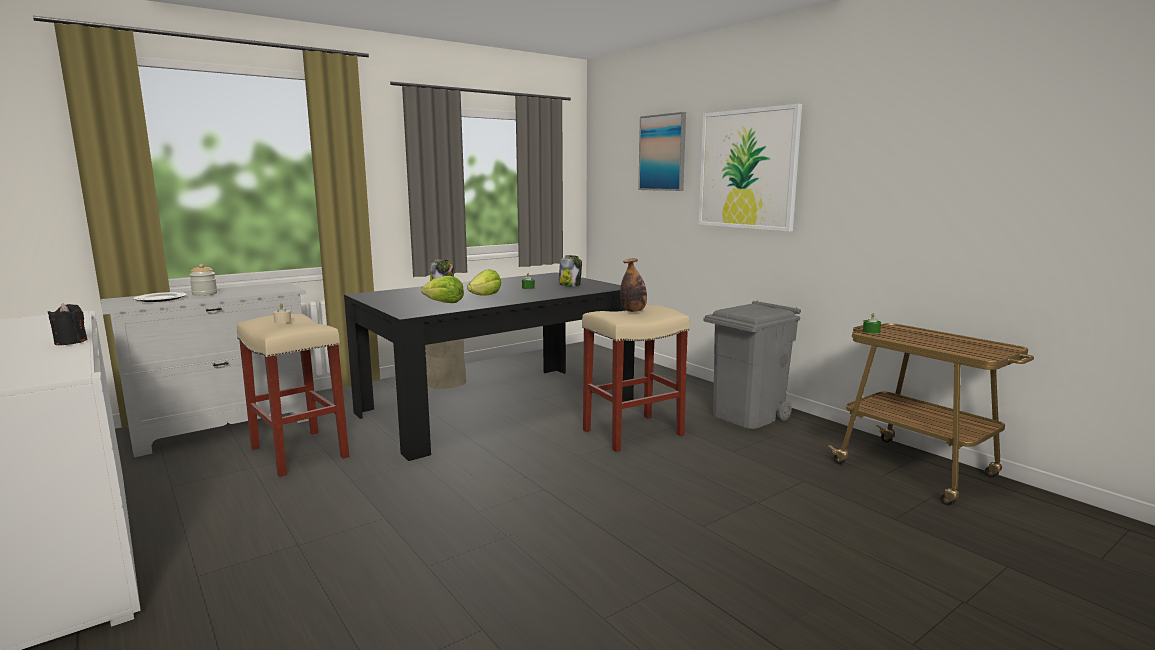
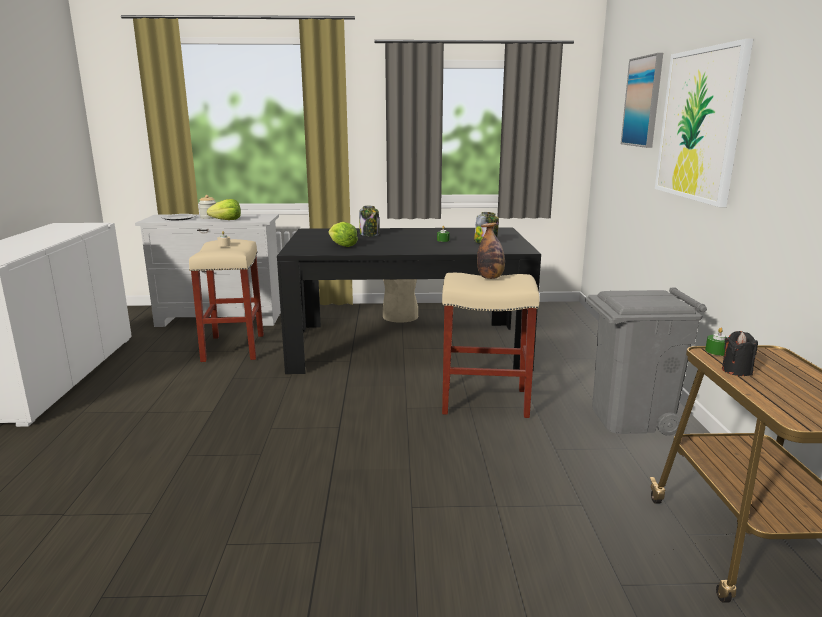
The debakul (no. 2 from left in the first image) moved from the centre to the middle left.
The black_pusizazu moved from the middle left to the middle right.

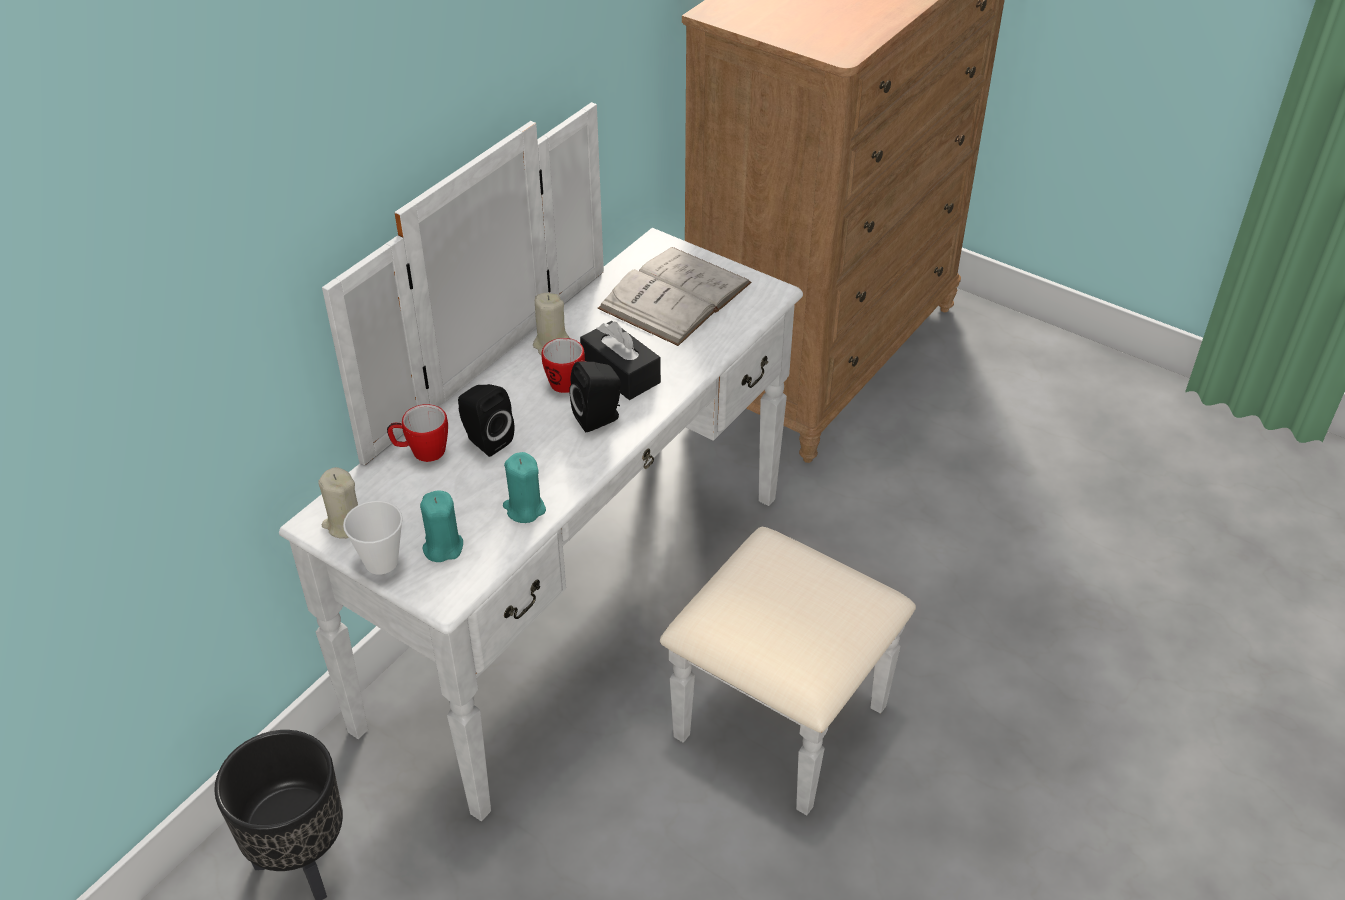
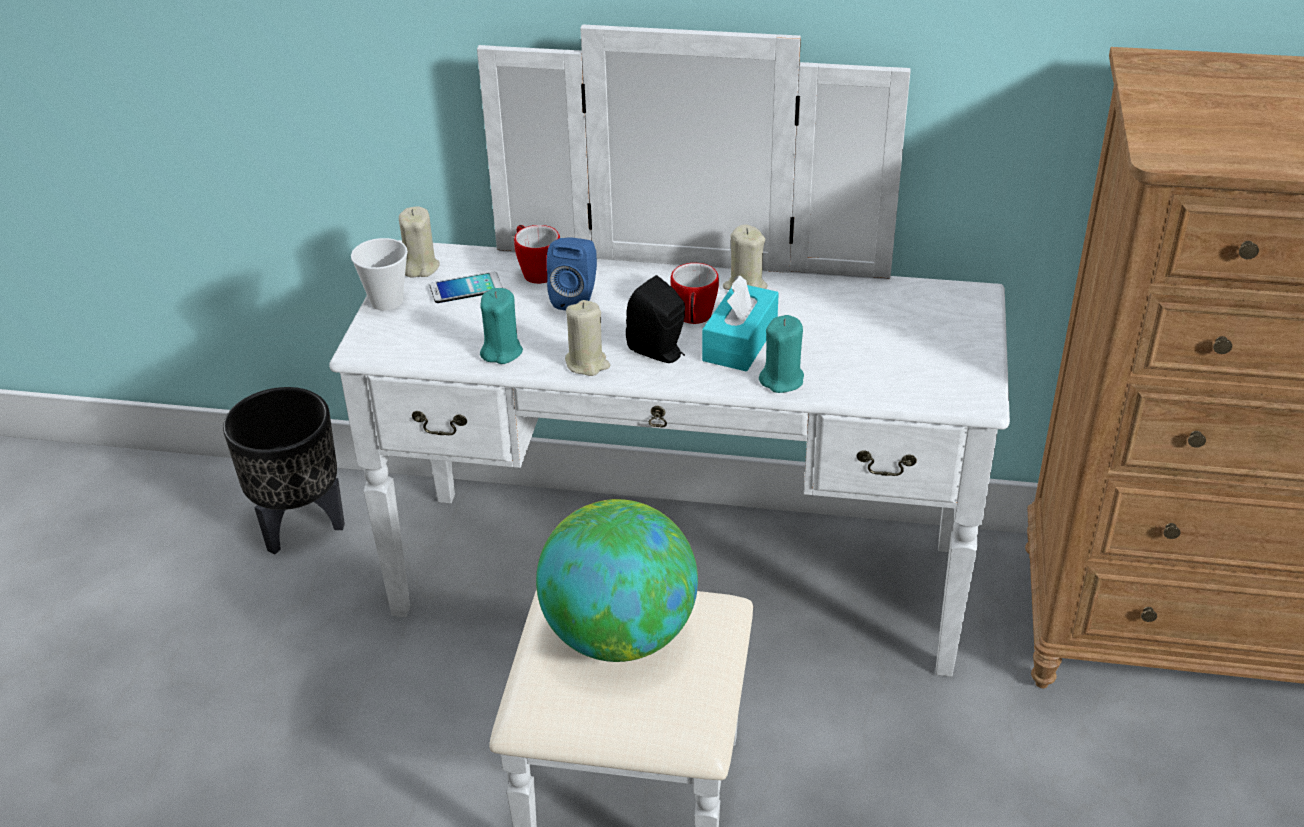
The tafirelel at the centre appeared.
The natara at the bottom centre appeared.
The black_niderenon (no. 1 from left) at the centre became the blue_niderenon at the top centre.
The beige_pusizazu (no. 2 from left) at the centre appeared.
The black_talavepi at the centre became the turquoise_talavepi at the centre.
The turquoise_pusizazu (no. 1 from left in the first image) moved from the middle left to the centre.
The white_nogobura at the top centre disappeared.

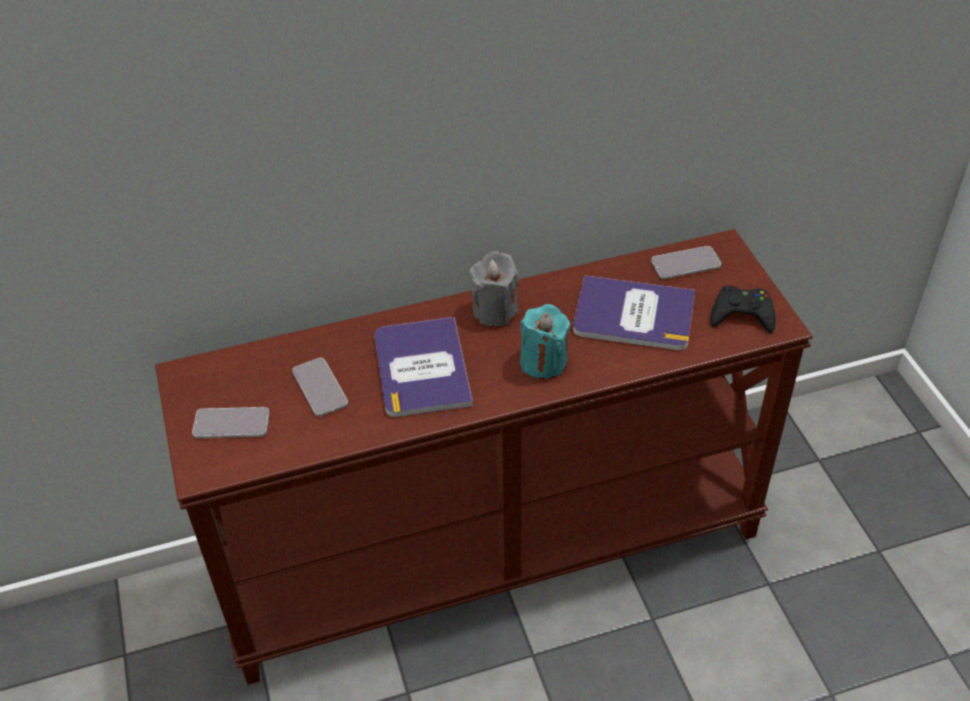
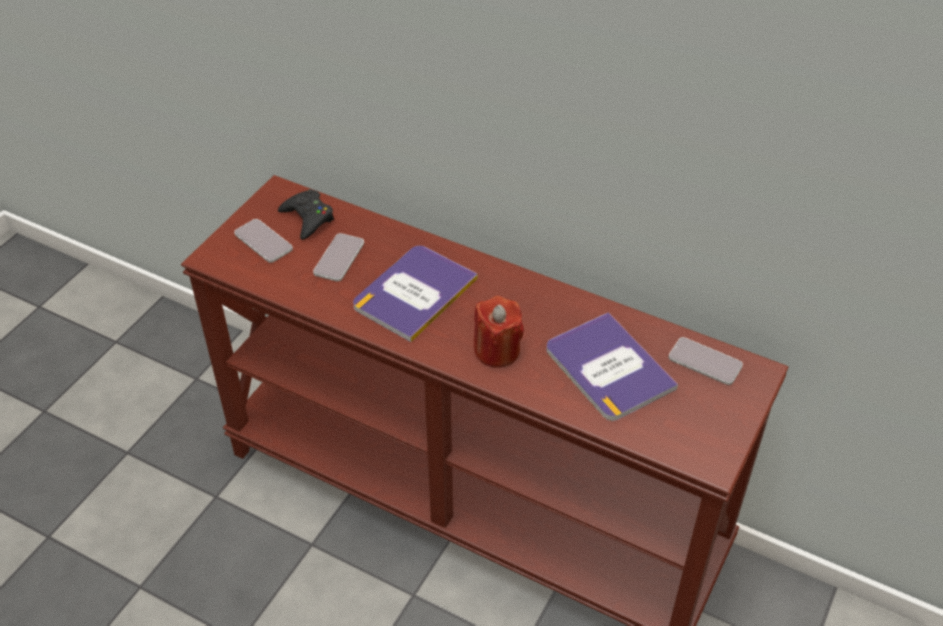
The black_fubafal moved from the middle right to the middle left.
The turquoise_pusizazu at the centre became the red_pusizazu at the centre.
The grey_pusizazu at the centre disappeared.

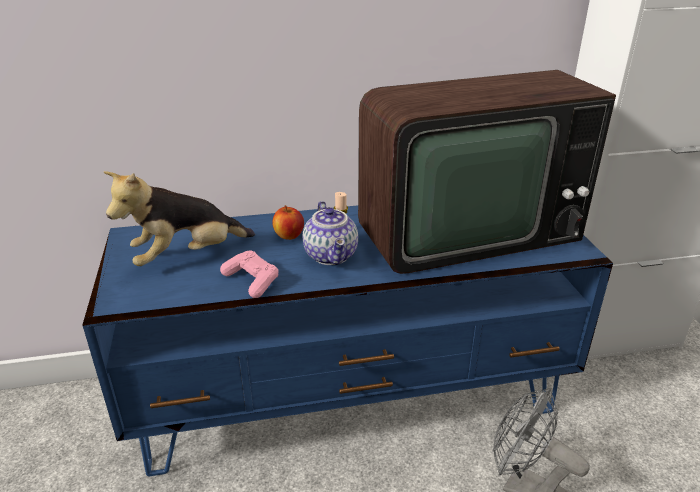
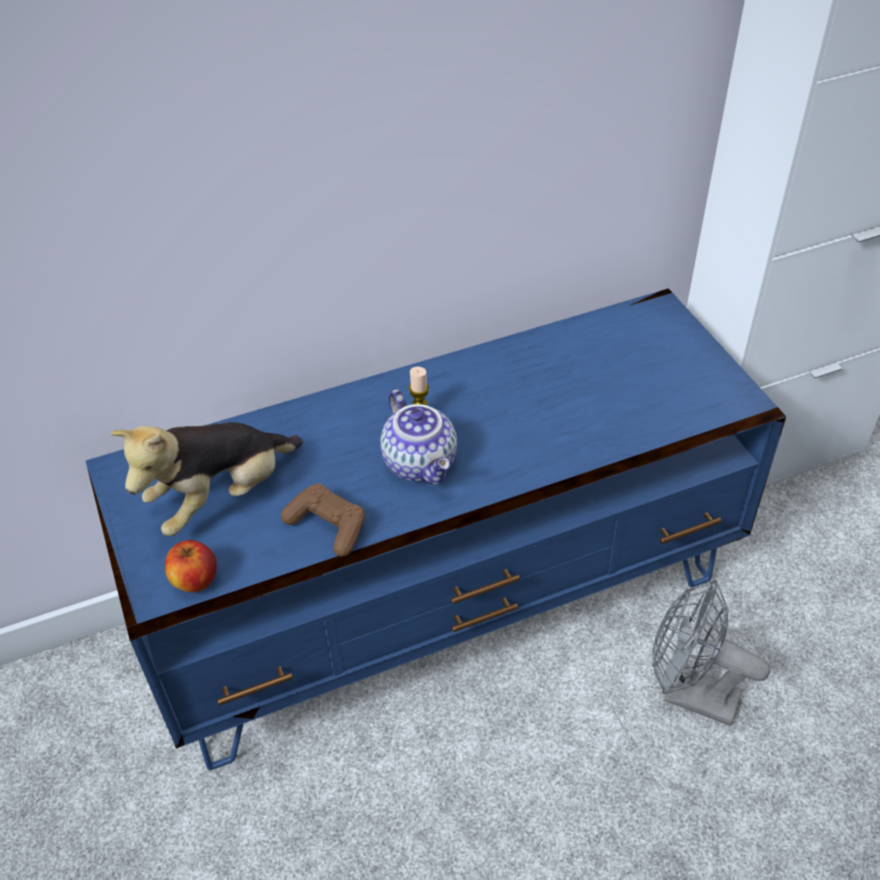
The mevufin moved from the centre to the middle left.
The pink_fubafal at the centre became the brown_fubafal at the centre.
The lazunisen at the middle right disappeared.

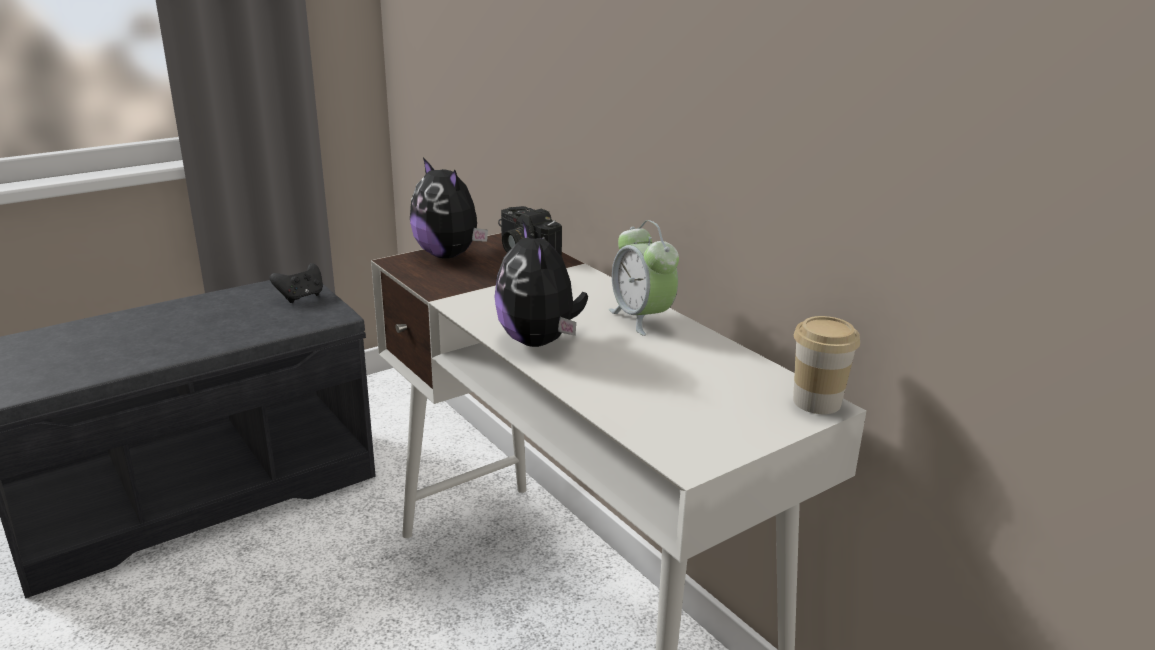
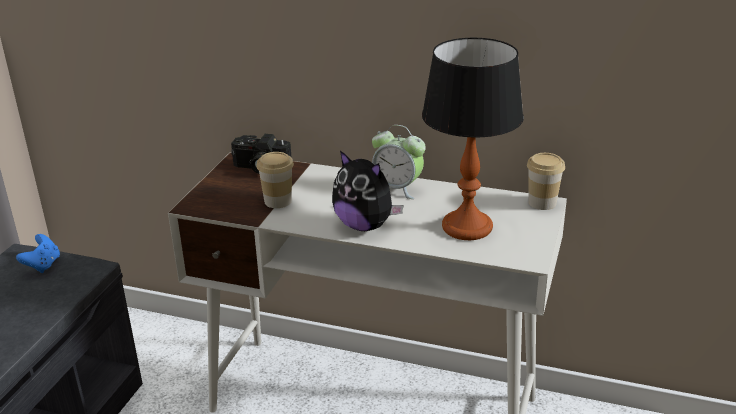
The black_fubafal at the middle left became the blue_fubafal at the middle left.
The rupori (no. 1 from left) at the centre appeared.
The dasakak at the centre appeared.
The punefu (no. 1 from left) at the top centre disappeared.

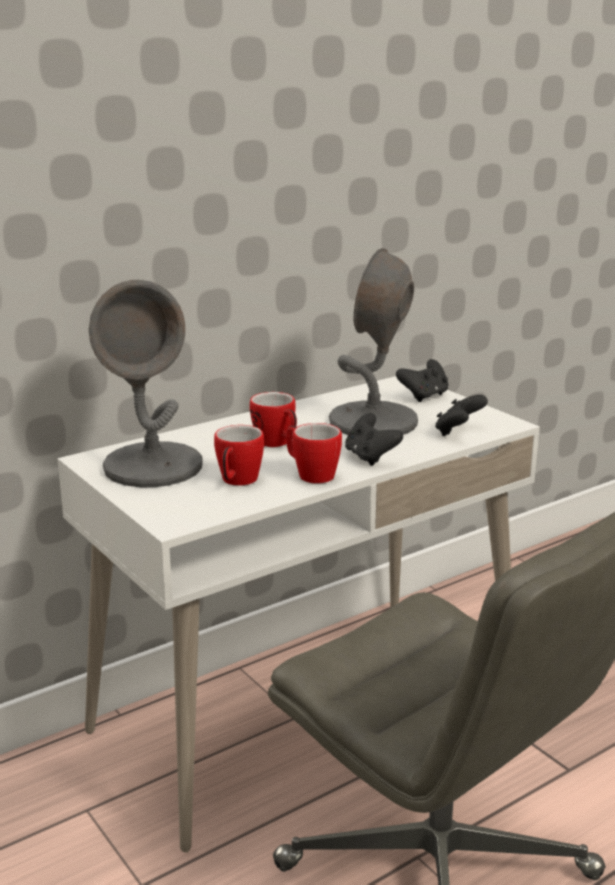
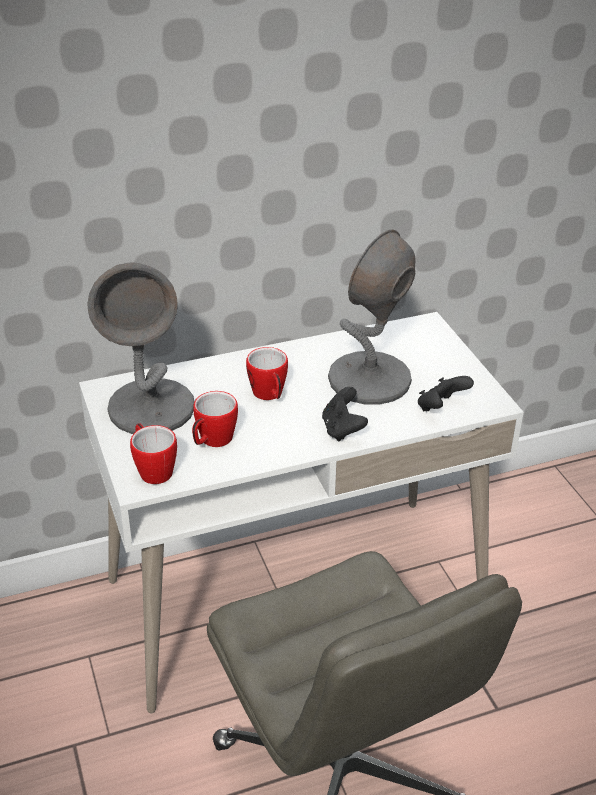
The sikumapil (no. 3 from left in the first image) moved from the centre to the middle left.
The black_fubafal (no. 2 from left) at the middle right disappeared.

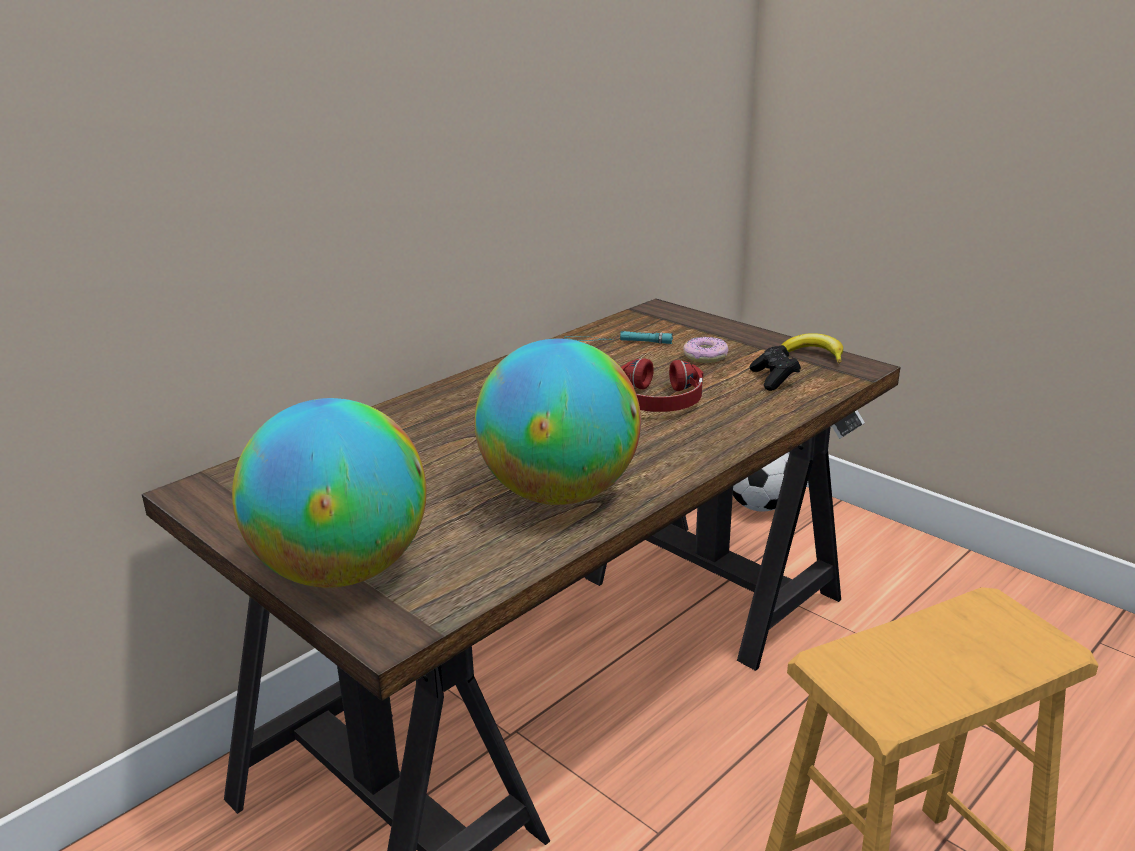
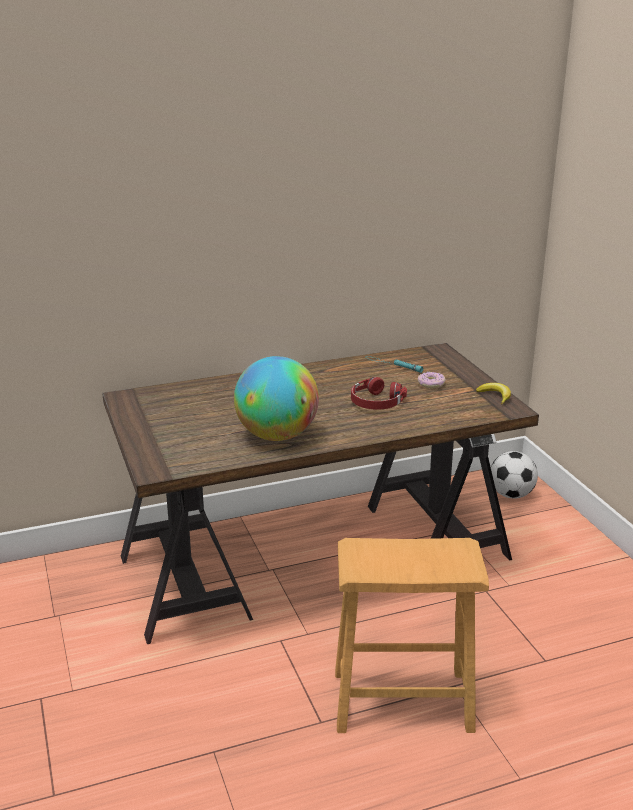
The natara (no. 1 from left) at the middle left disappeared.
The black_fubafal at the middle right disappeared.

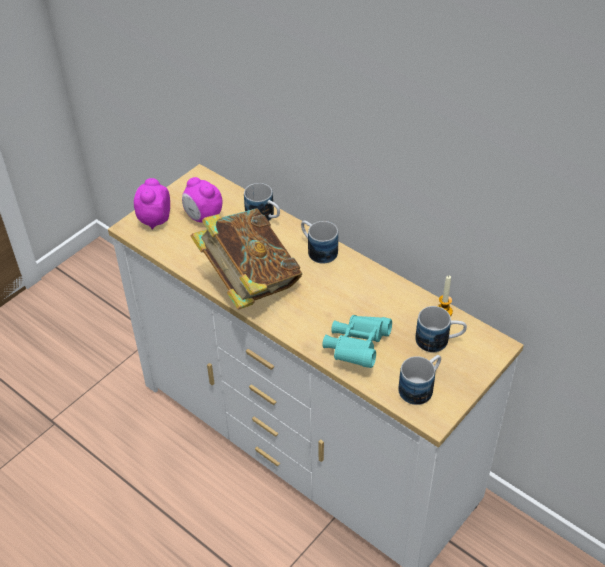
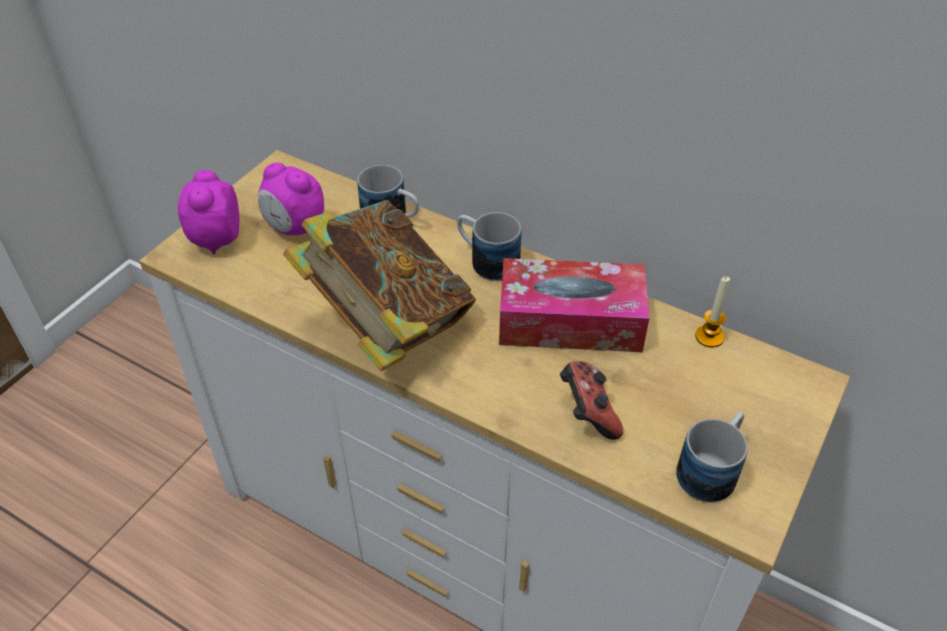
The talavepi at the centre appeared.
The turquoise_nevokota at the centre was replaced by the fubafal at the centre.
The sikumapil (no. 4 from left) at the middle right disappeared.

